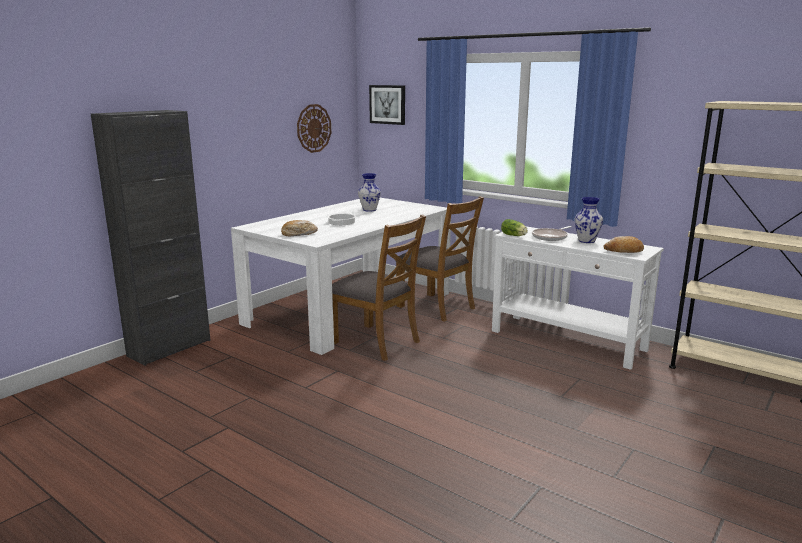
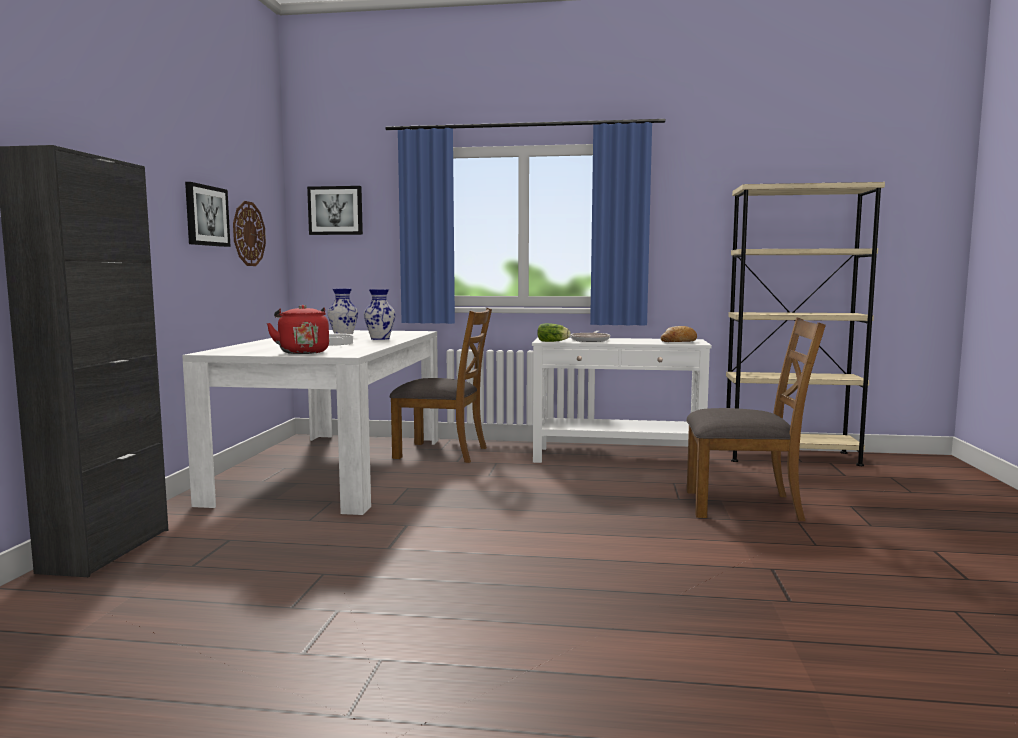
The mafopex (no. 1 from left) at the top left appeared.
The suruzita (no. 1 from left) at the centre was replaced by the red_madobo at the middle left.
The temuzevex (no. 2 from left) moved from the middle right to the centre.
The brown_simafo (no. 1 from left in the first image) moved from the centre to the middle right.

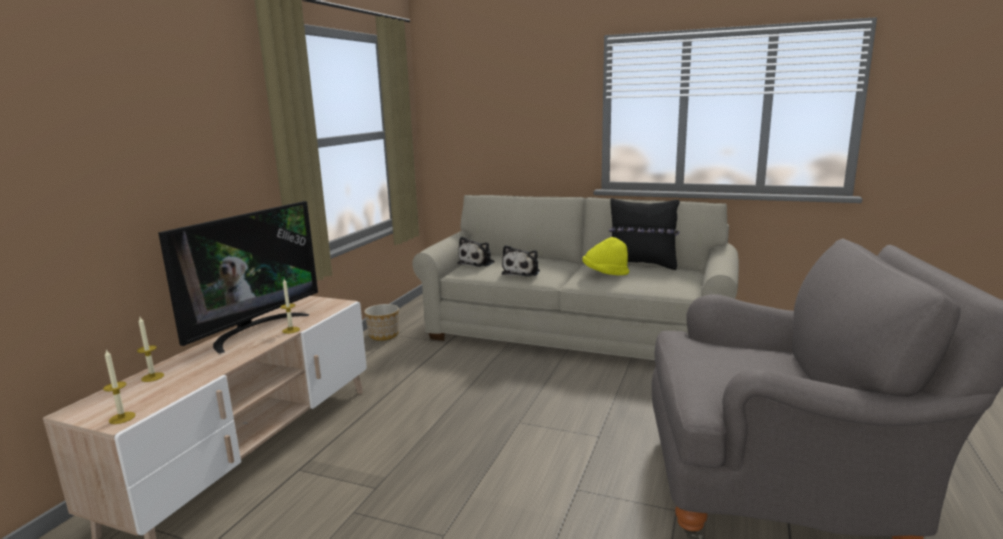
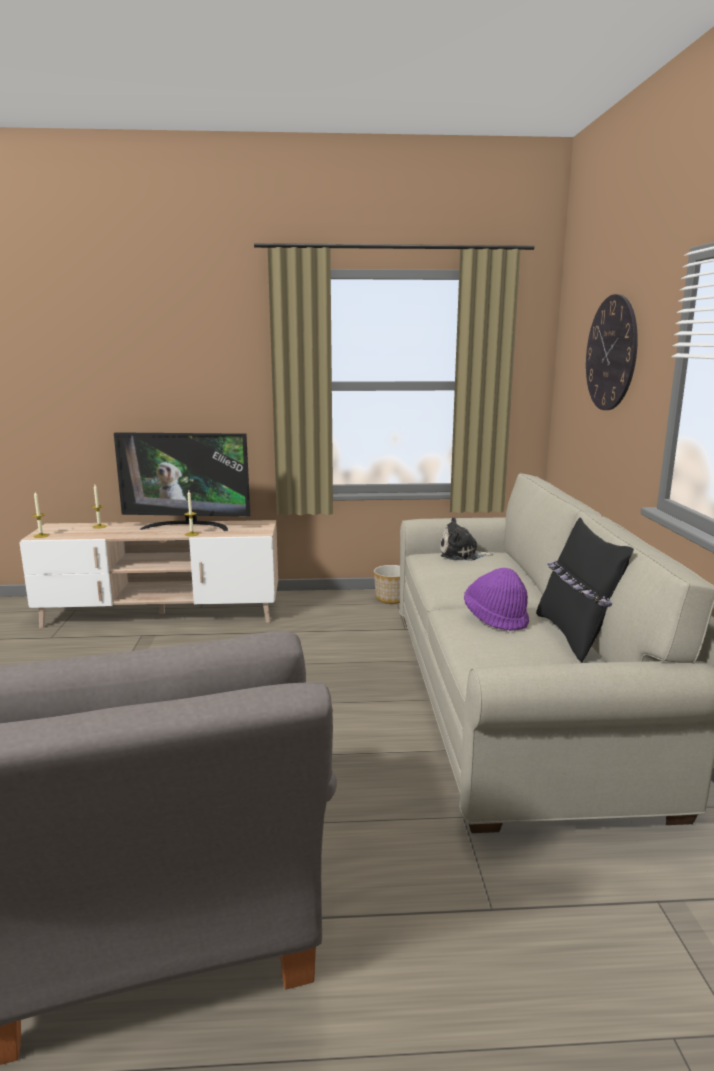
The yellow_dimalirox at the centre became the purple_dimalirox at the middle right.
The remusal at the top right appeared.
The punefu (no. 2 from left) at the centre disappeared.

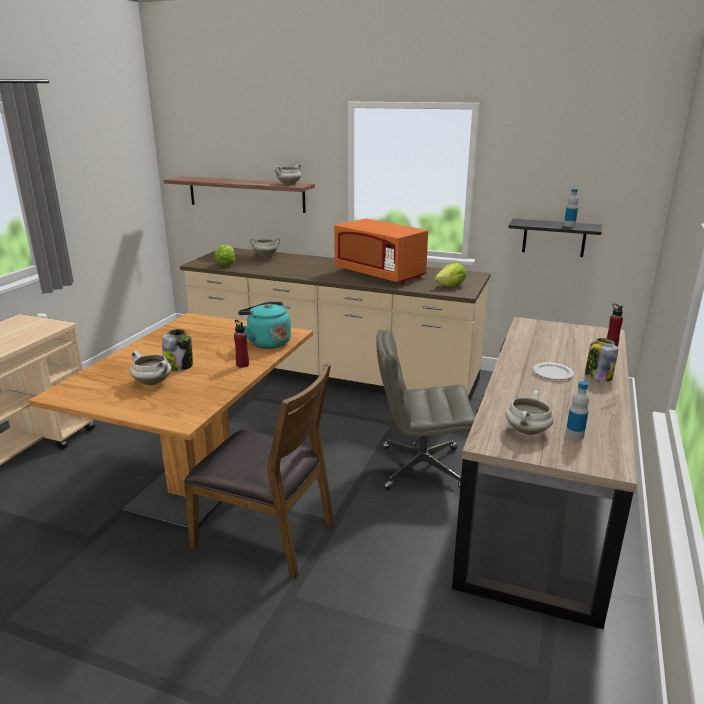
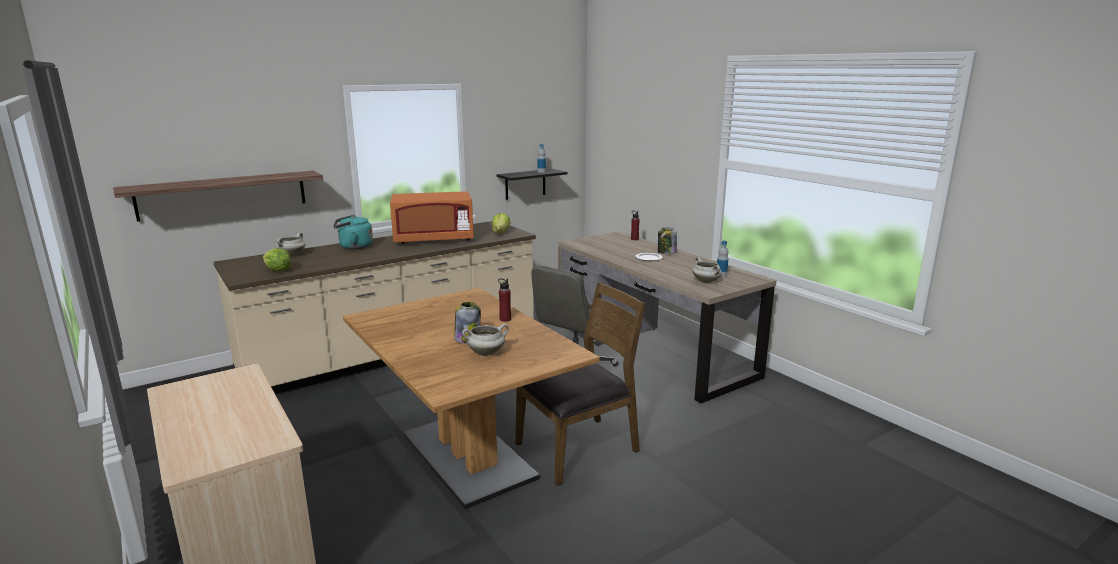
The turquoise_madobo moved from the centre to the middle left.
The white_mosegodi (no. 3 from left) at the top centre disappeared.

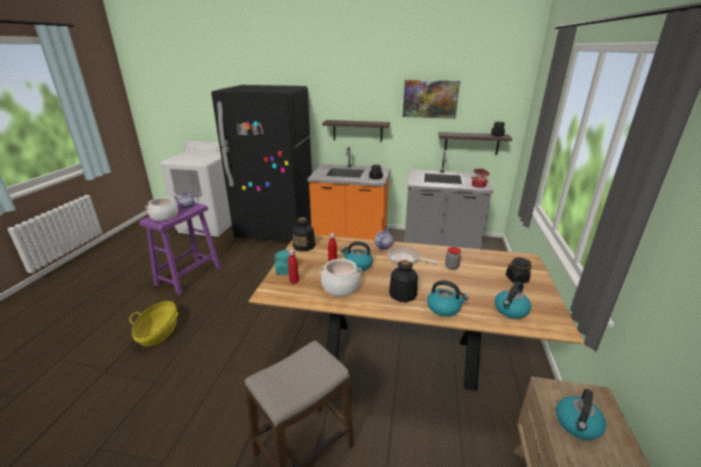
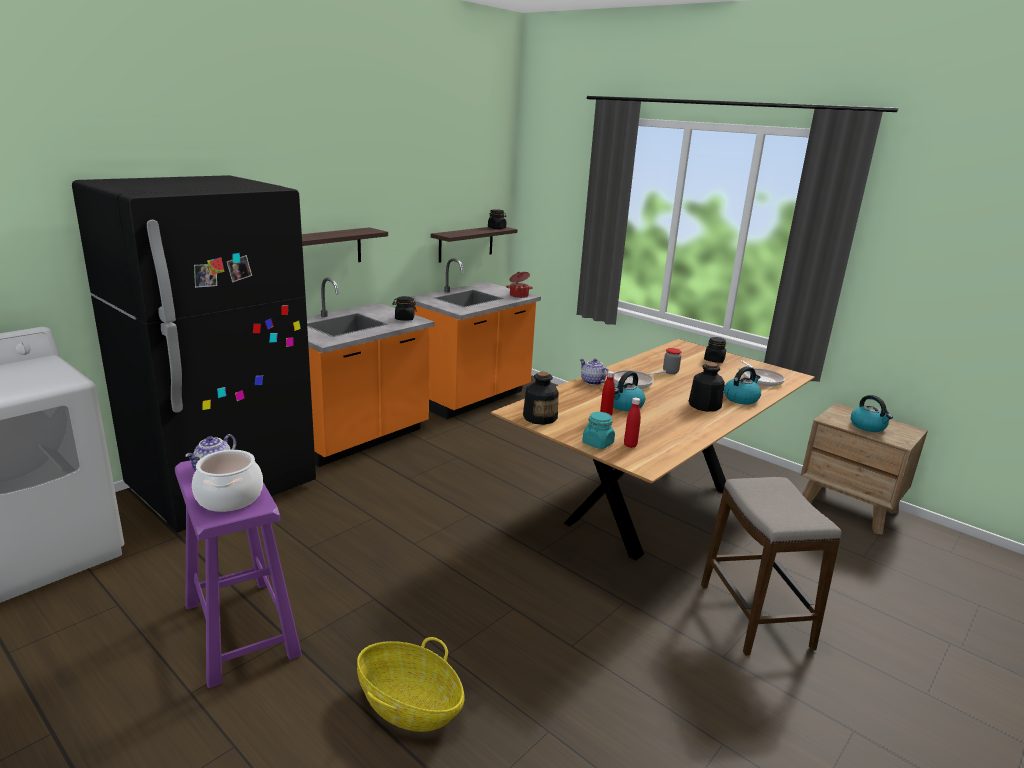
The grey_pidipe at the centre became the orange_pidipe (no. 2 from left) at the centre.
The madobo (no. 3 from left) at the middle right was replaced by the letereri (no. 2 from left) at the middle right.
The mosegodi (no. 2 from left) at the centre disappeared.
The mafopex at the top centre disappeared.

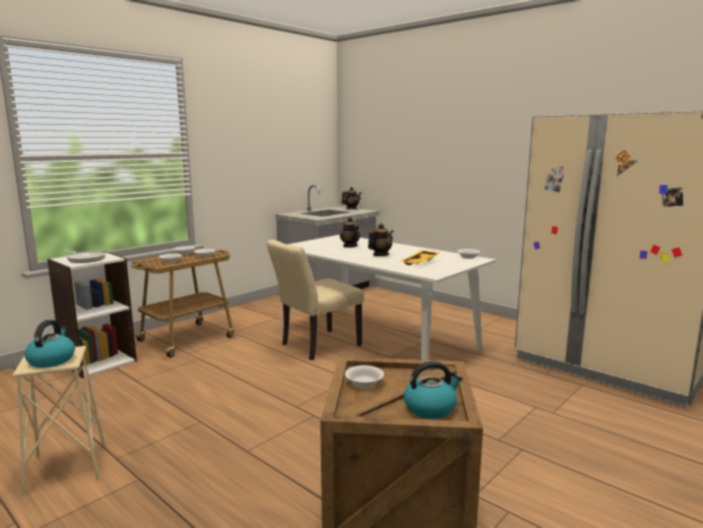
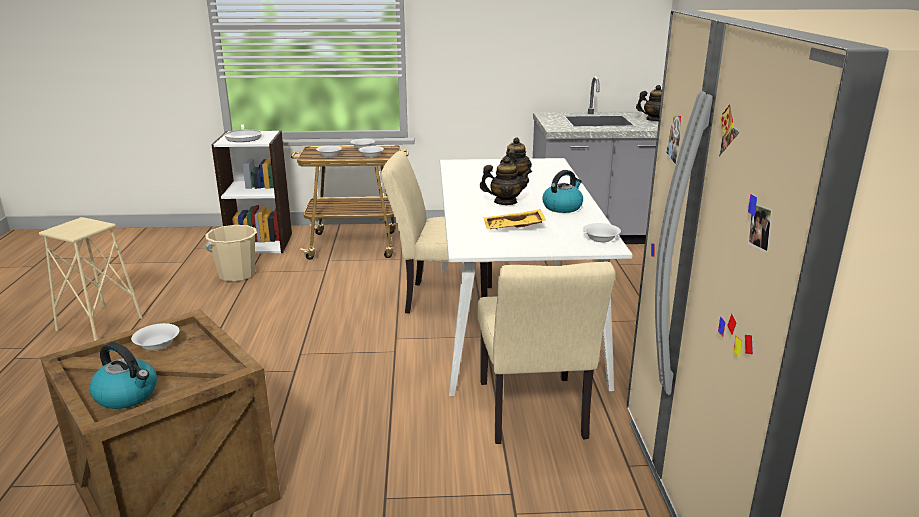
The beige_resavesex at the middle left appeared.
The beige_simafo (no. 2 from left) at the bottom centre appeared.
The madobo (no. 1 from left in the first image) moved from the middle left to the centre.

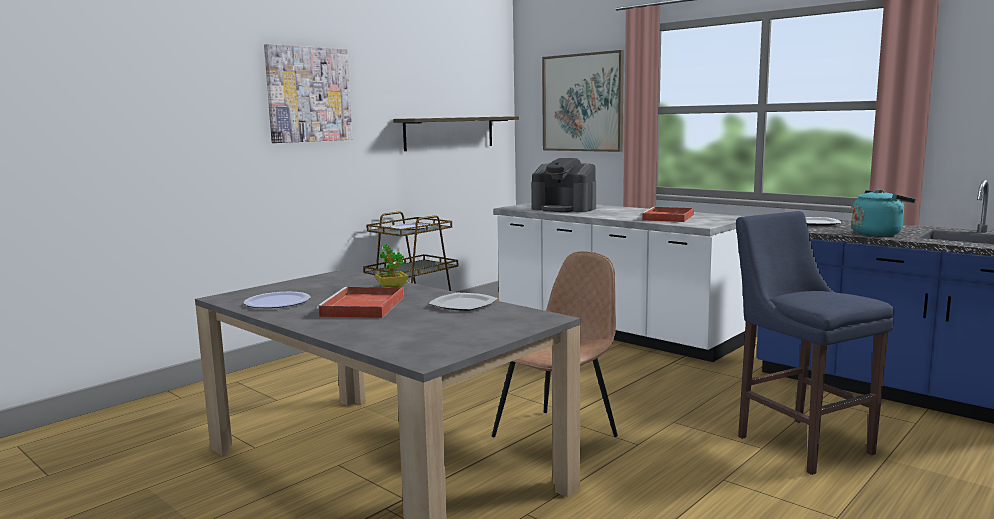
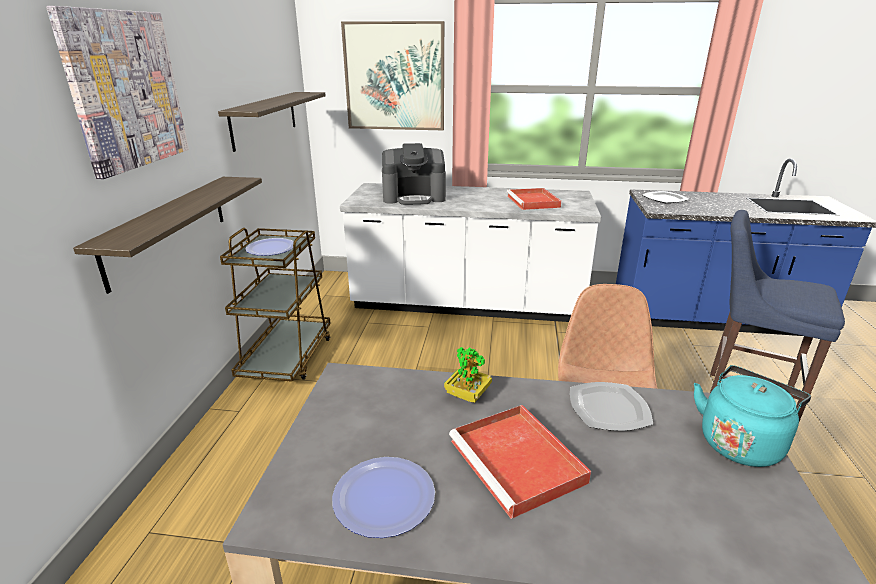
The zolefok (no. 1 from left) at the middle left appeared.
The turquoise_madobo moved from the middle right to the bottom right.

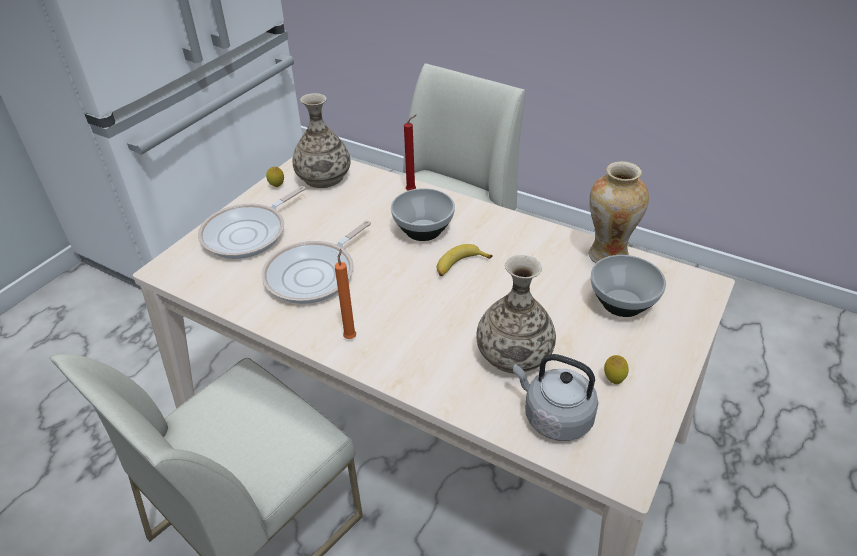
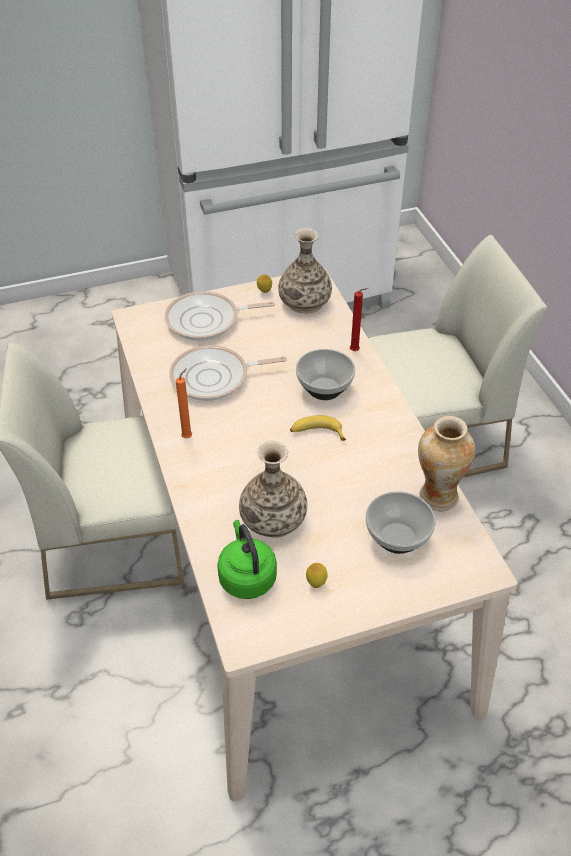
The grey_madobo at the bottom centre became the green_madobo at the centre.

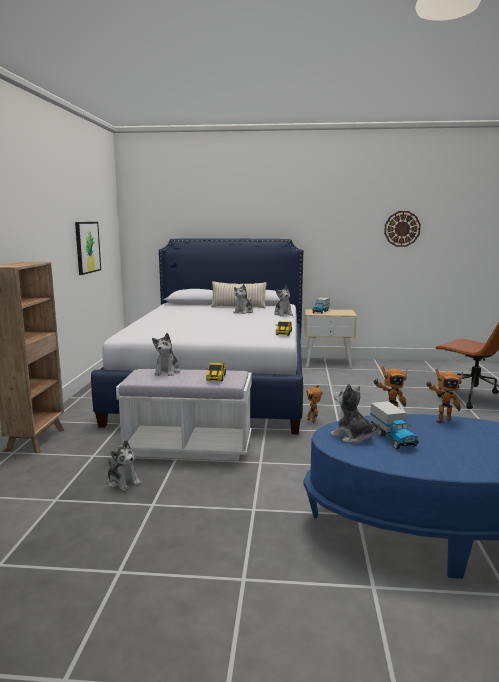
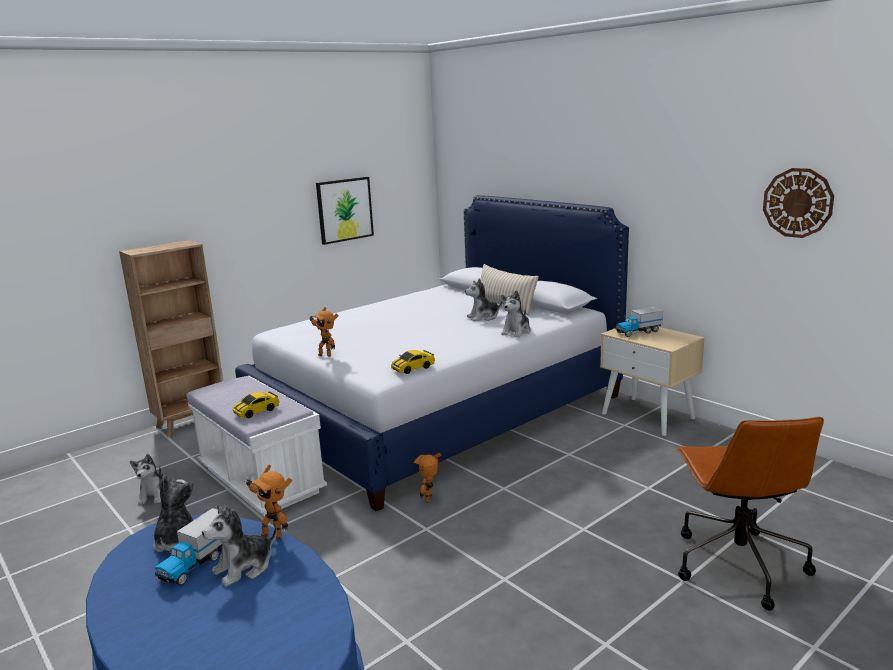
The punefu (no. 2 from left in the first image) moved from the middle left to the bottom left.
The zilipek (no. 3 from left in the first image) moved from the middle right to the centre.

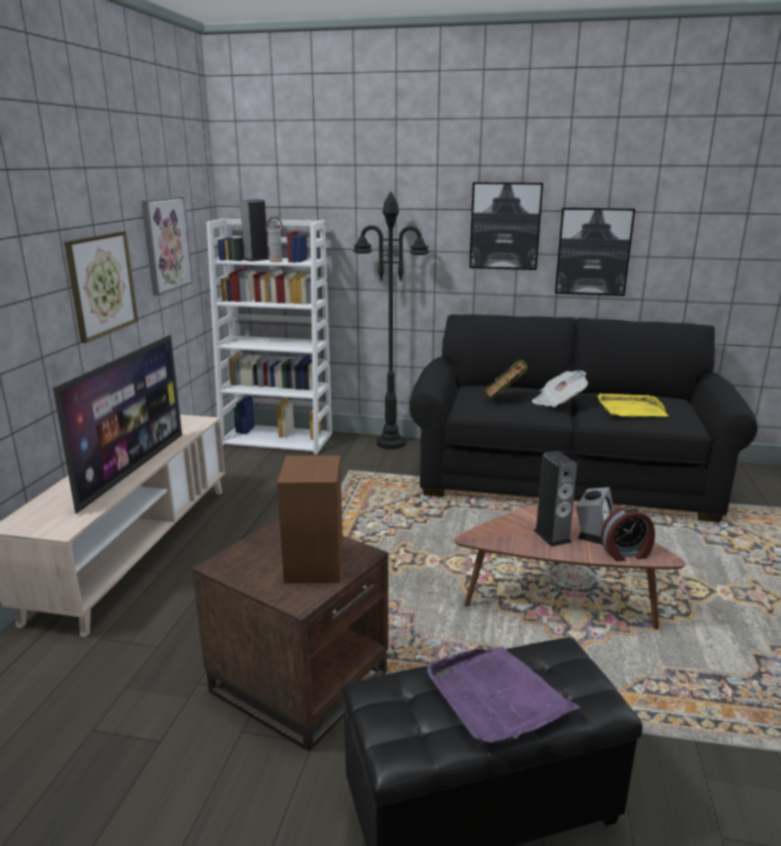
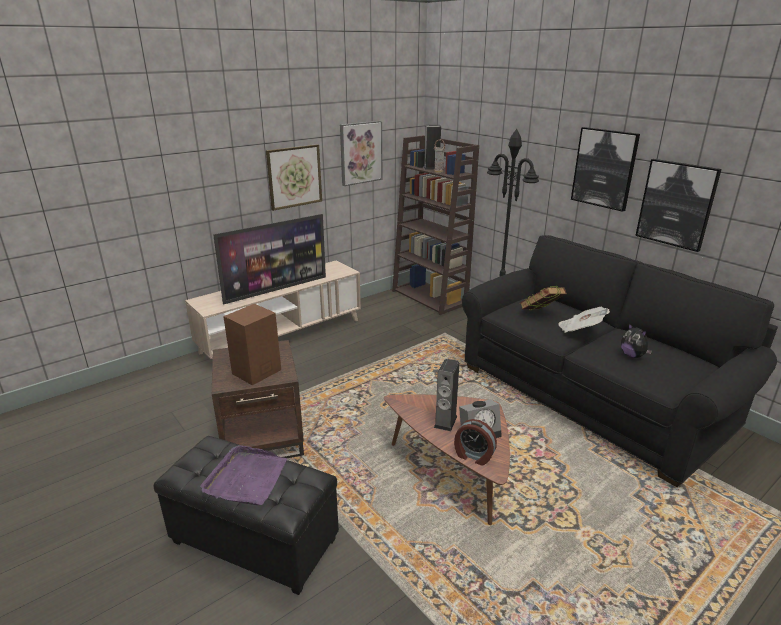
The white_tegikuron at the centre became the brown_tegikuron at the centre.
The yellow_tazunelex at the middle right was replaced by the punefu at the middle right.

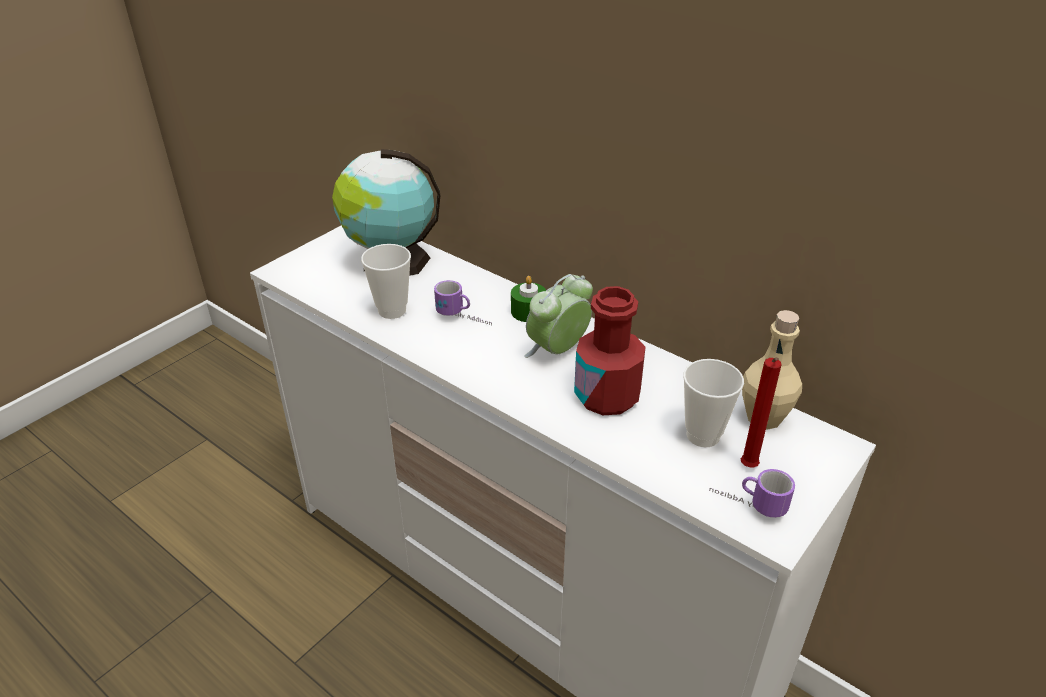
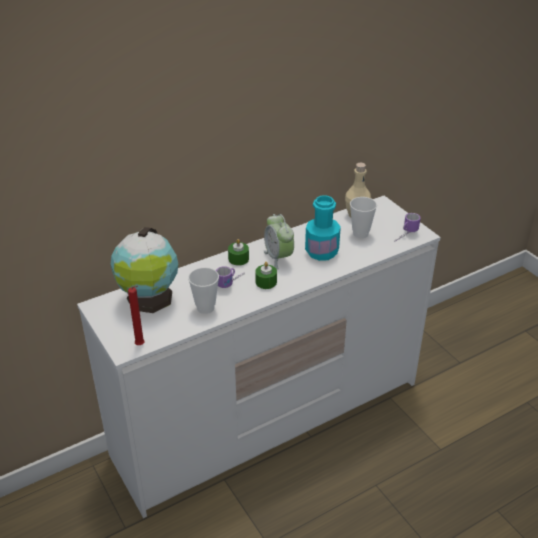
The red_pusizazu moved from the middle right to the middle left.
The green_pusizazu (no. 2 from left) at the centre appeared.
The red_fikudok at the centre became the turquoise_fikudok at the centre.

